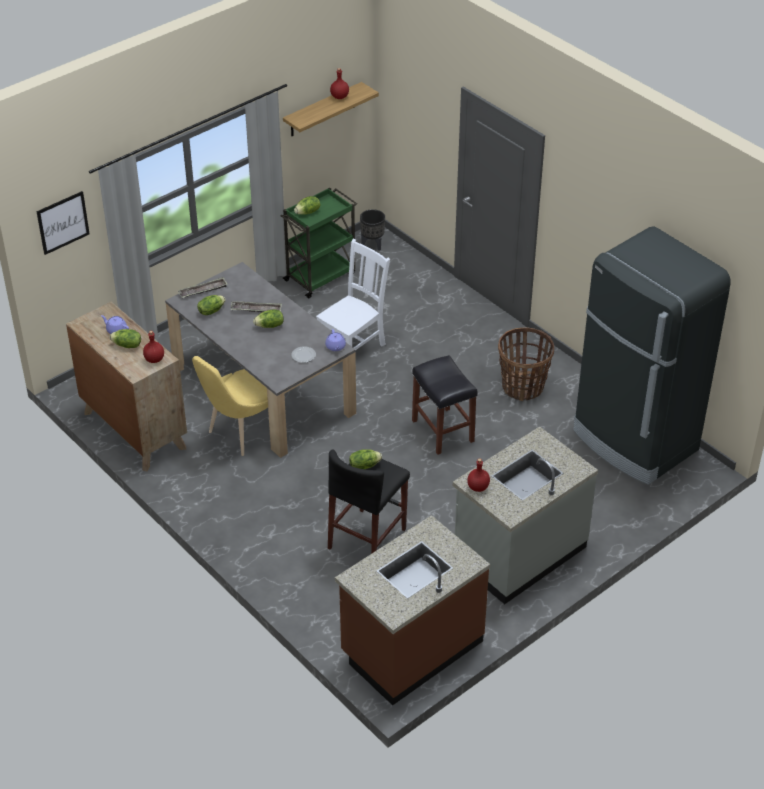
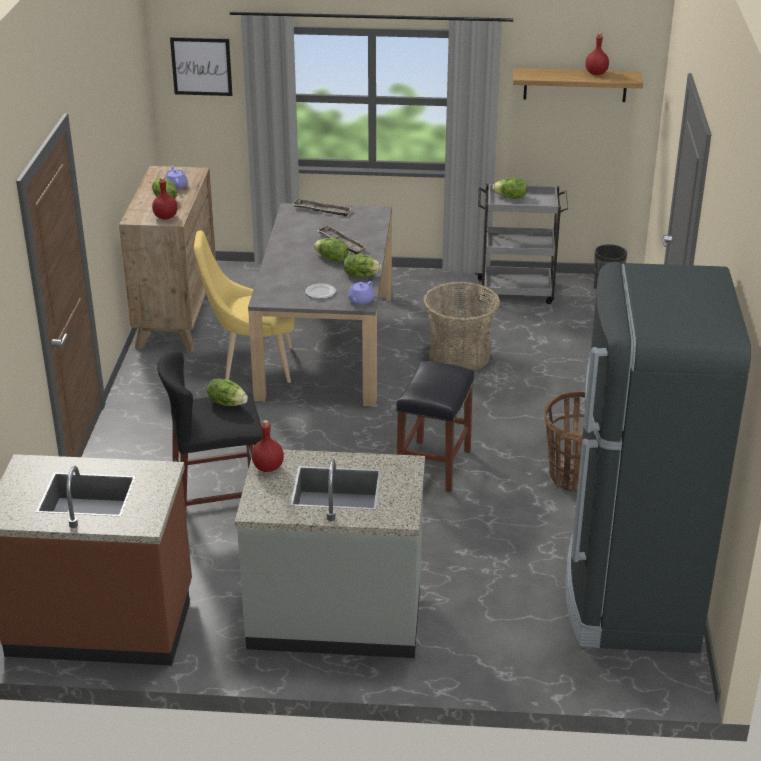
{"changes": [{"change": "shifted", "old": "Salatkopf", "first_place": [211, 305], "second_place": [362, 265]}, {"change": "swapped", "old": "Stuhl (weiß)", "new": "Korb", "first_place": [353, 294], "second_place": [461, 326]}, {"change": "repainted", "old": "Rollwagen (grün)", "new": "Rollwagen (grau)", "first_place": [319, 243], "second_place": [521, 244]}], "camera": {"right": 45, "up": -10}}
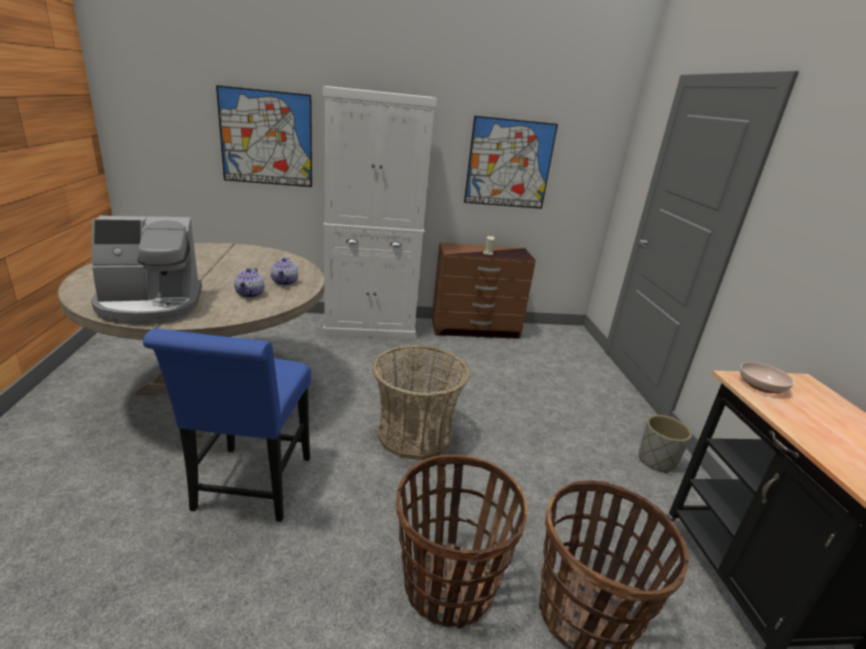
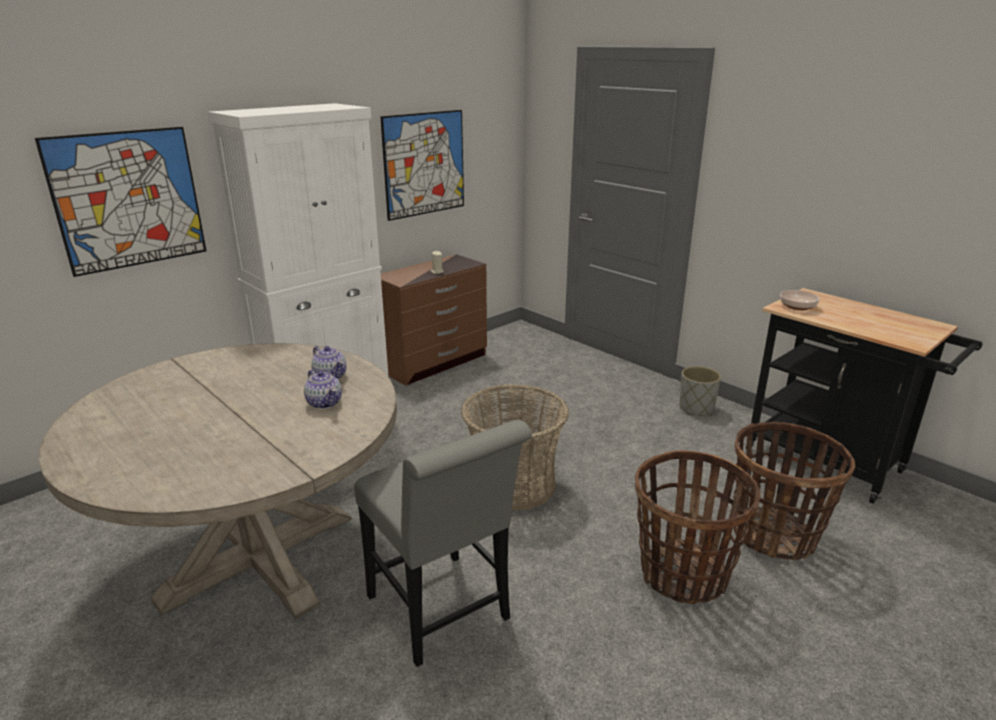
{"changes": [{"change": "repainted", "old": "Stuhl (blau)", "new": "Stuhl (grau)", "first_place": [227, 425], "second_place": [443, 543]}, {"change": "gone", "old": "Kaffeemaschine", "first_place": [146, 270]}], "camera": {"right": -35, "up": 0}}
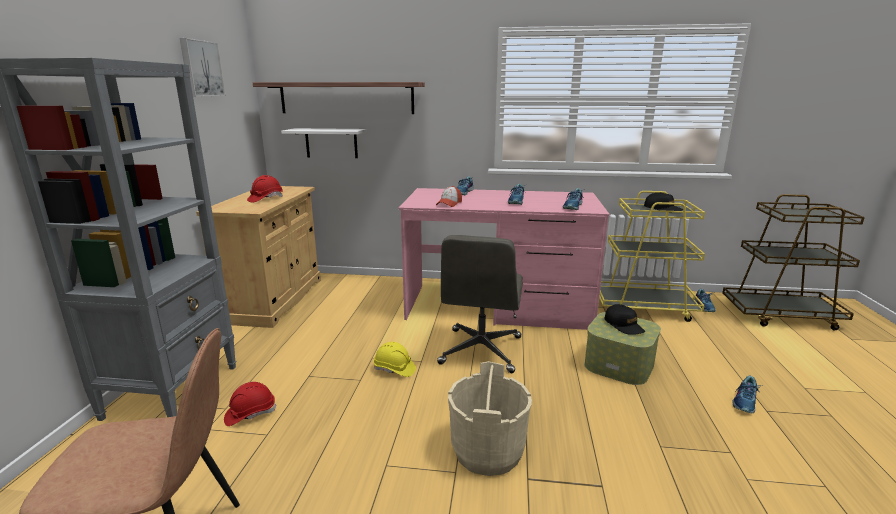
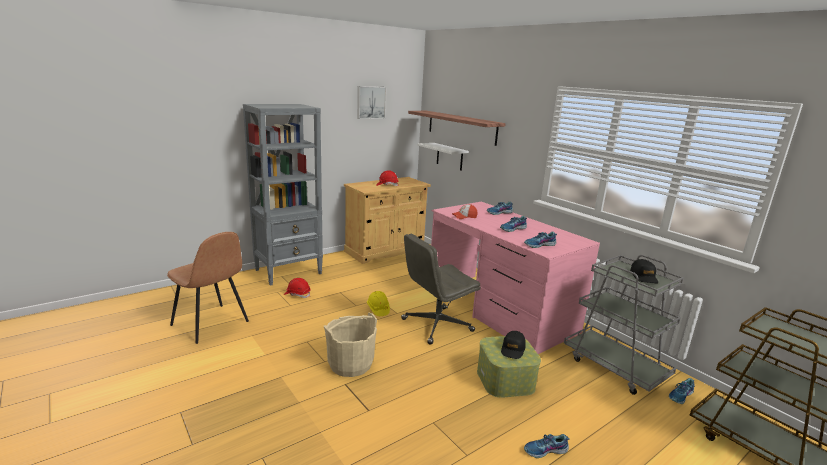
{"changes": [{"change": "repainted", "old": "Rollwagen (gelb)", "new": "Rollwagen (grau)", "first_place": [652, 256], "second_place": [624, 325]}], "camera": {"right": 45, "up": 0}}
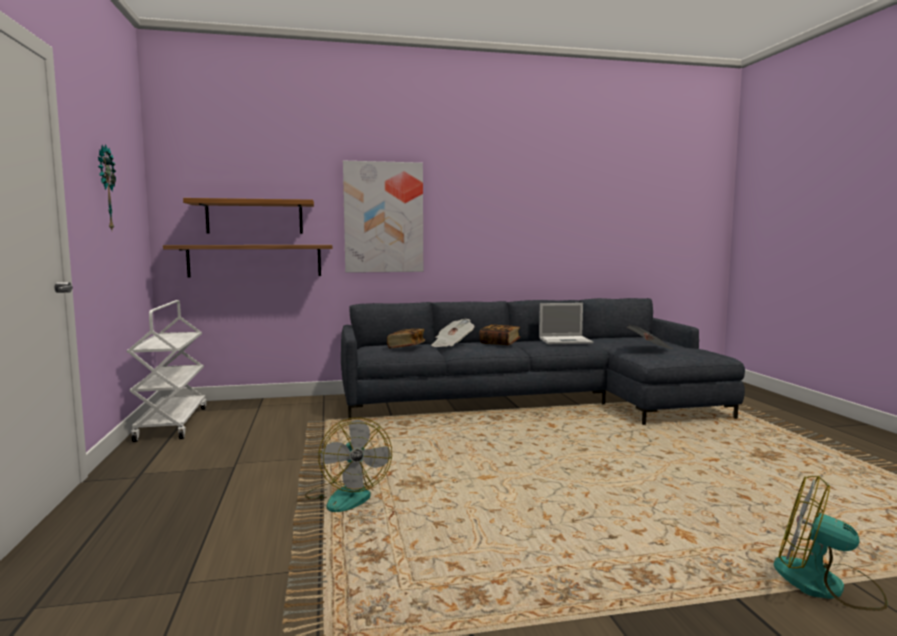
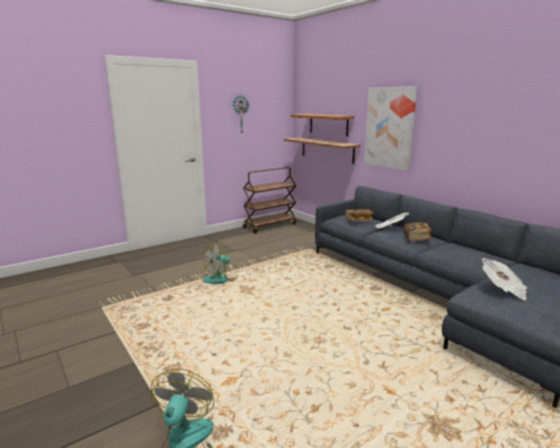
{"changes": [{"change": "repainted", "old": "Rollwagen (weiß)", "new": "Rollwagen (braun)", "first_place": [166, 371], "second_place": [270, 200]}, {"change": "gone", "old": "Laptop", "first_place": [566, 323]}], "camera": {"right": 65, "up": 10}}
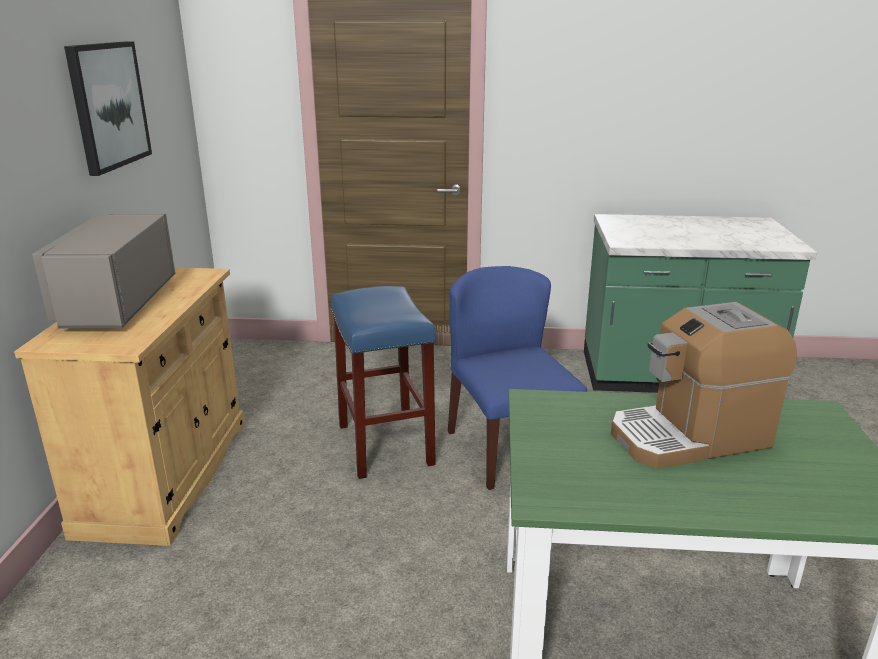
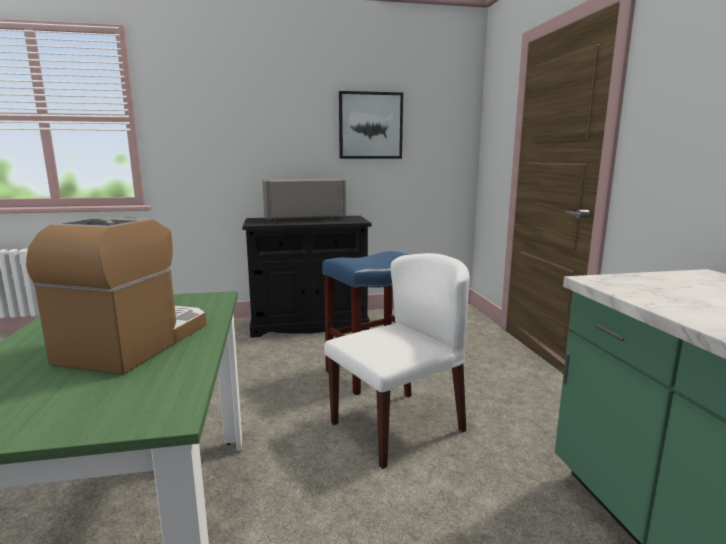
{"changes": [{"change": "rotated", "old": "Kaffeemaschine", "first_place": [704, 385], "second_place": [116, 296], "degrees": 45}, {"change": "repainted", "old": "Schrank (beige)", "new": "Schrank (schwarz)", "first_place": [129, 406], "second_place": [306, 277]}, {"change": "repainted", "old": "Stuhl (blau)", "new": "Stuhl (weiß)", "first_place": [517, 378], "second_place": [397, 361]}], "camera": {"right": 75, "up": -10}}
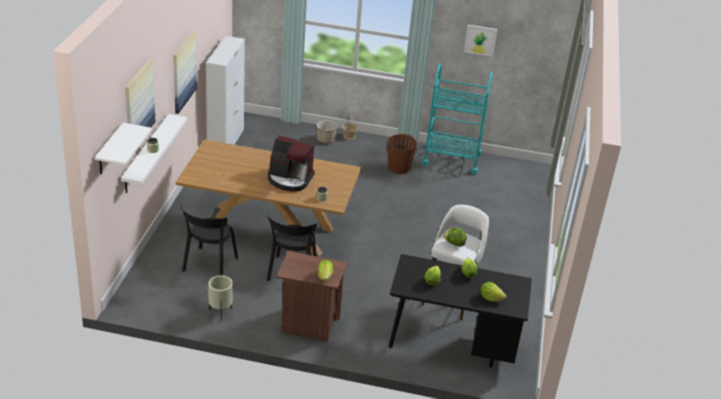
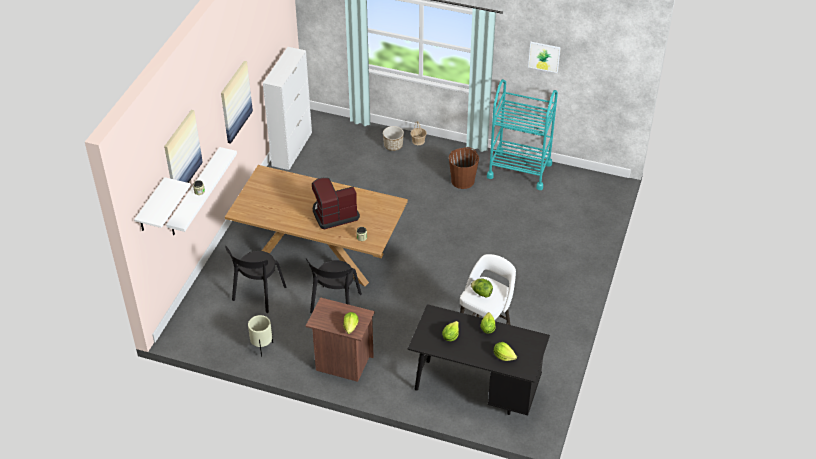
{"changes": [{"change": "rotated", "old": "Kaffeemaschine", "first_place": [291, 164], "second_place": [336, 204], "degrees": 135}], "camera": {"right": 10, "up": 10}}
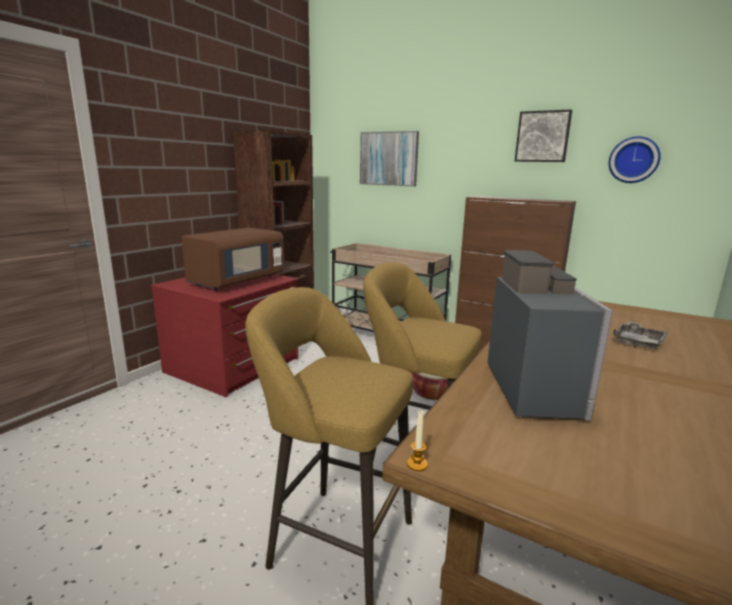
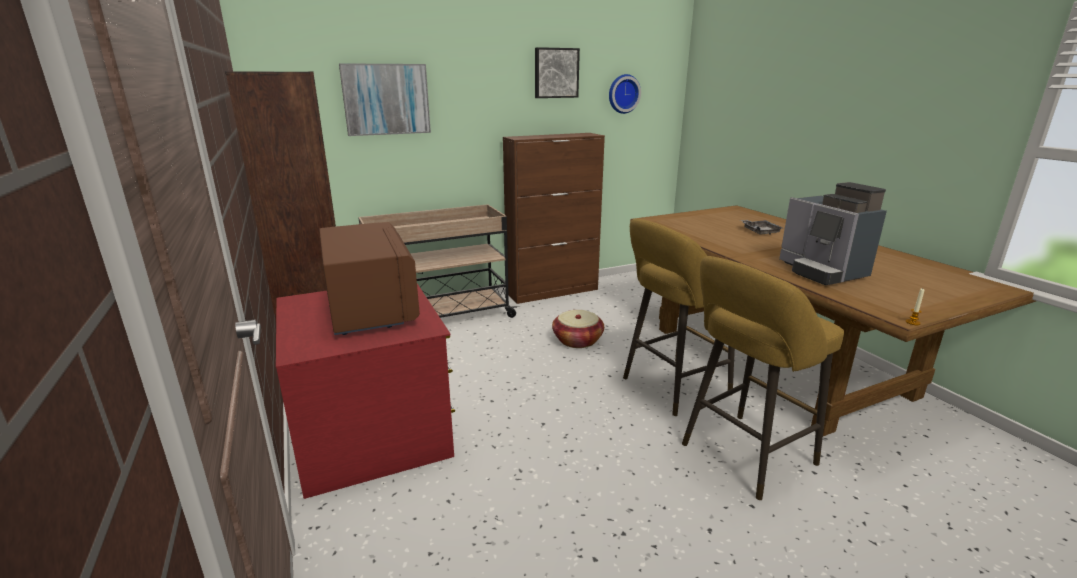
{"changes": [{"change": "rotated", "old": "Kaffeemaschine", "first_place": [550, 335], "second_place": [833, 233], "degrees": -150}], "camera": {"right": -55, "up": 5}}
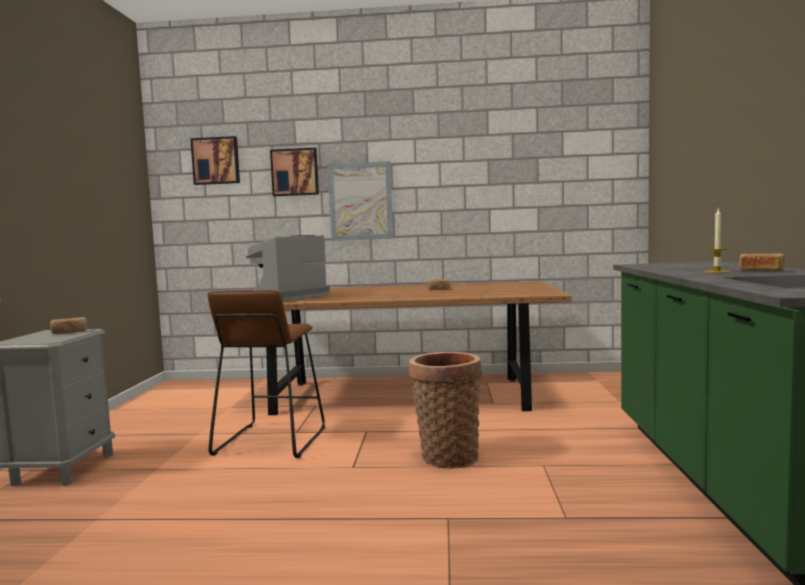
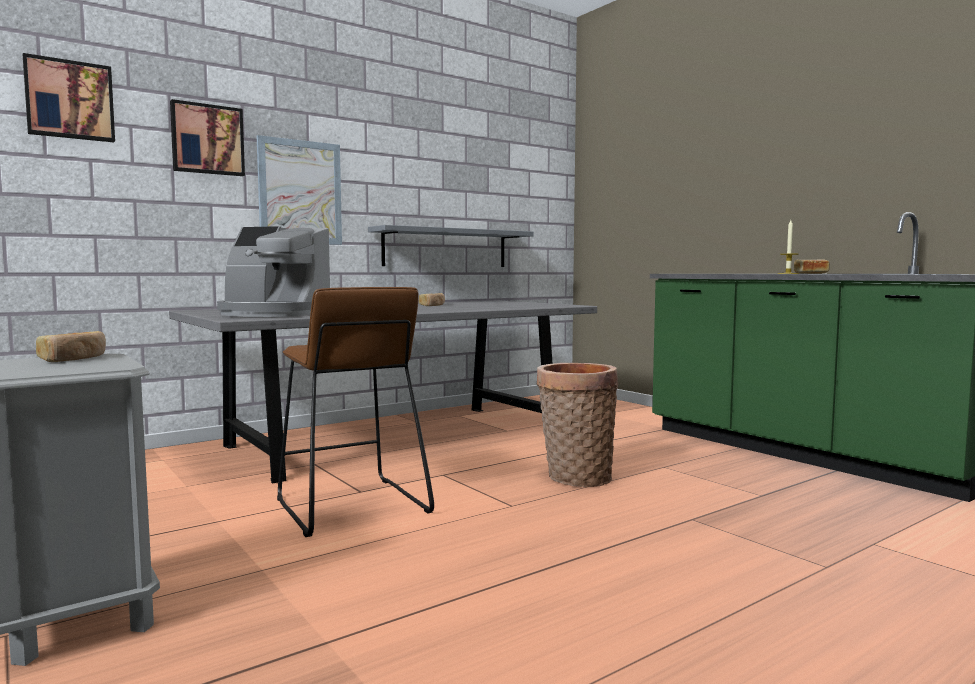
{"changes": [{"change": "repainted", "old": "Esstisch (braun)", "new": "Esstisch (grau)", "first_place": [418, 348], "second_place": [383, 392]}, {"change": "rotated", "old": "Kaffeemaschine", "first_place": [288, 268], "second_place": [273, 271], "degrees": -75}, {"change": "new", "new": "Wandregal (grau)", "second_place": [451, 246]}], "camera": {"right": -40, "up": 0}}
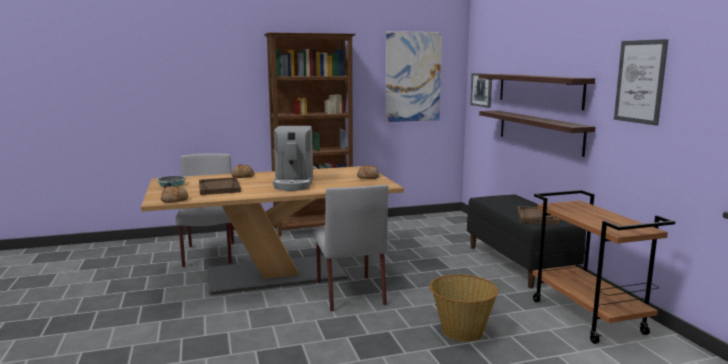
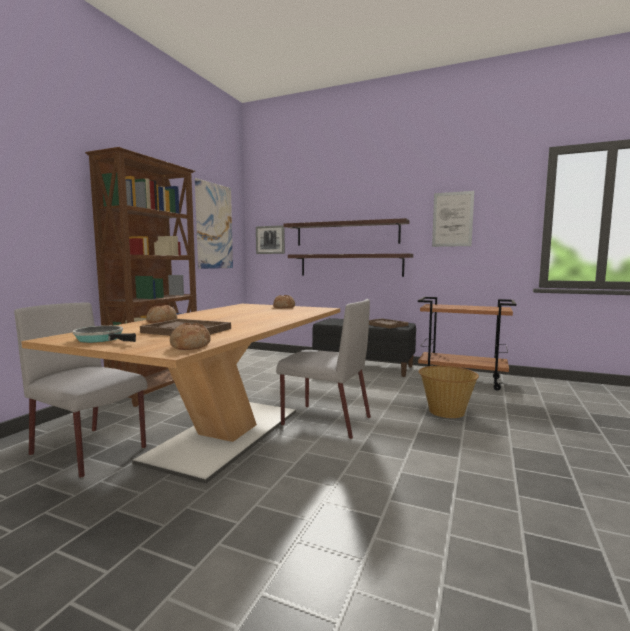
{"changes": [{"change": "gone", "old": "Kaffeemaschine", "first_place": [293, 158]}], "camera": {"right": -50, "up": -5}}
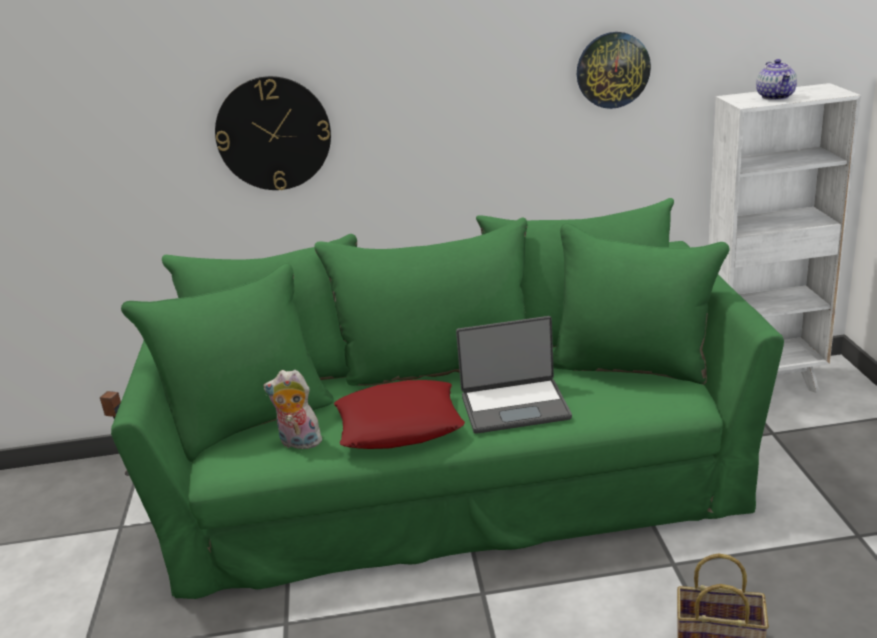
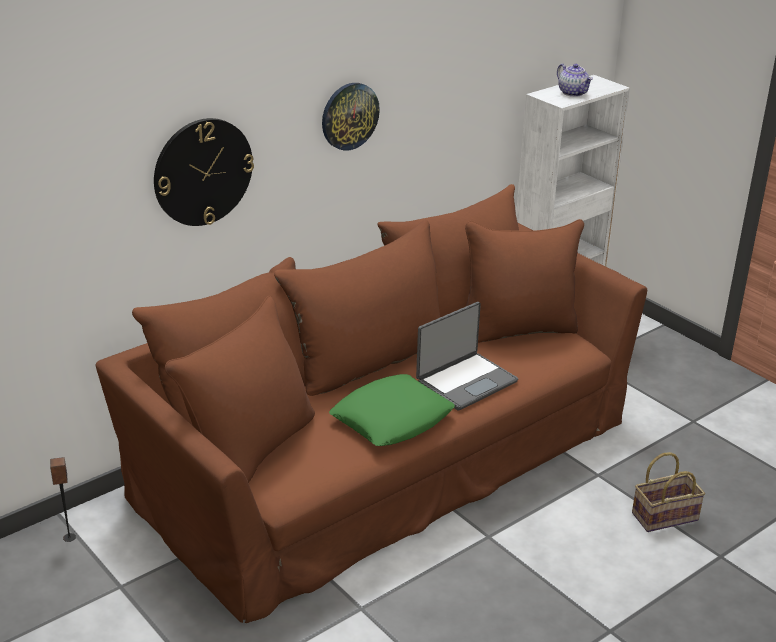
{"changes": [{"change": "repainted", "old": "Sofa (grün)", "new": "Sofa (braun)", "first_place": [447, 398], "second_place": [371, 403]}, {"change": "shifted", "old": "Wanduhr", "first_place": [614, 70], "second_place": [351, 117]}, {"change": "repainted", "old": "Kissen (rot)", "new": "Kissen (grün)", "first_place": [399, 414], "second_place": [392, 410]}, {"change": "gone", "old": "Plüschtier", "first_place": [292, 409]}], "camera": {"right": -35, "up": 5}}
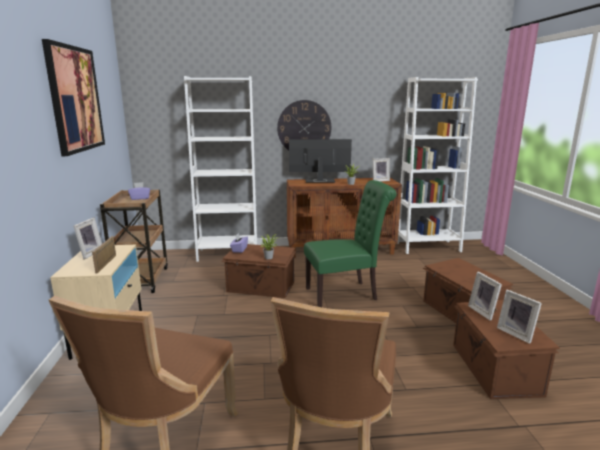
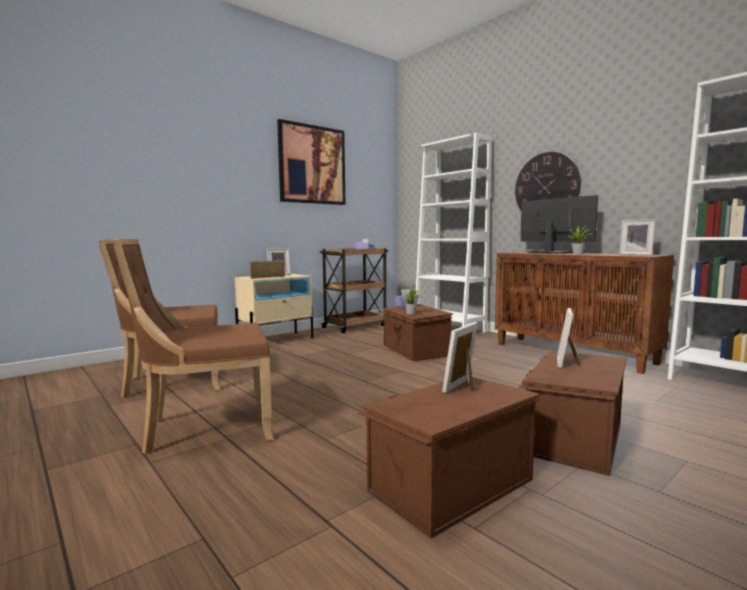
{"changes": [{"change": "shifted", "old": "Bilderrahmen", "first_place": [519, 317], "second_place": [568, 338]}, {"change": "gone", "old": "Stuhl (grün)", "first_place": [350, 243]}], "camera": {"right": 55, "up": -10}}
